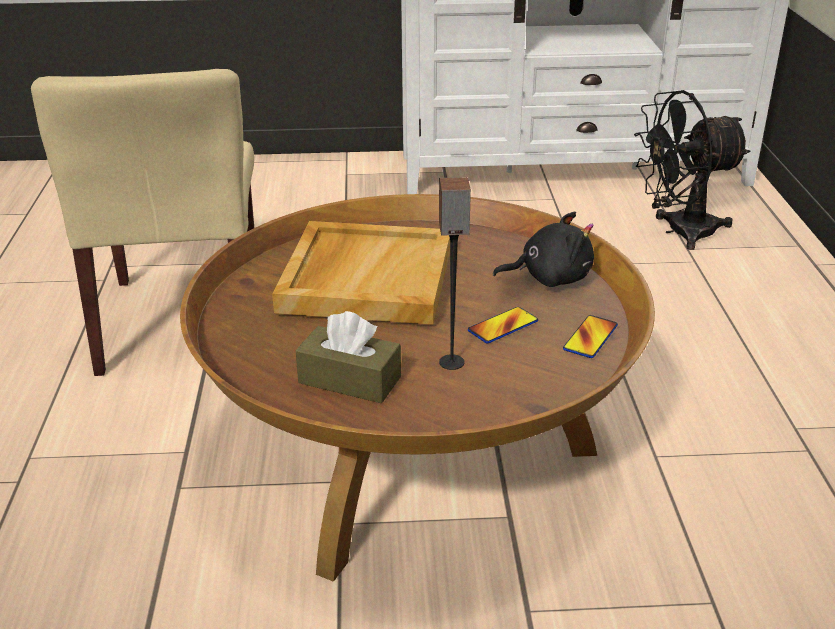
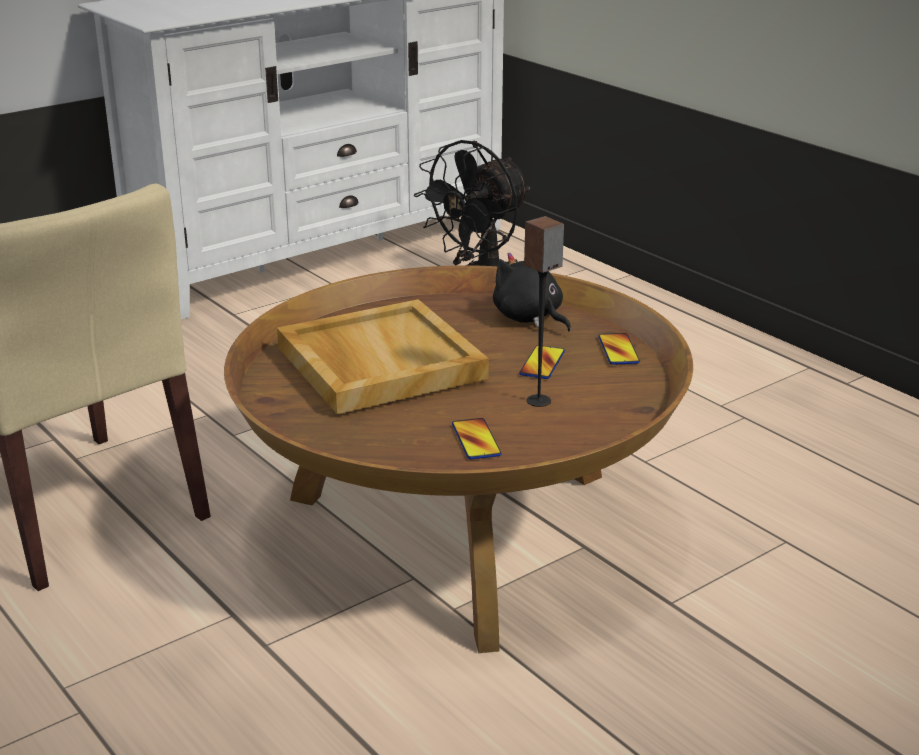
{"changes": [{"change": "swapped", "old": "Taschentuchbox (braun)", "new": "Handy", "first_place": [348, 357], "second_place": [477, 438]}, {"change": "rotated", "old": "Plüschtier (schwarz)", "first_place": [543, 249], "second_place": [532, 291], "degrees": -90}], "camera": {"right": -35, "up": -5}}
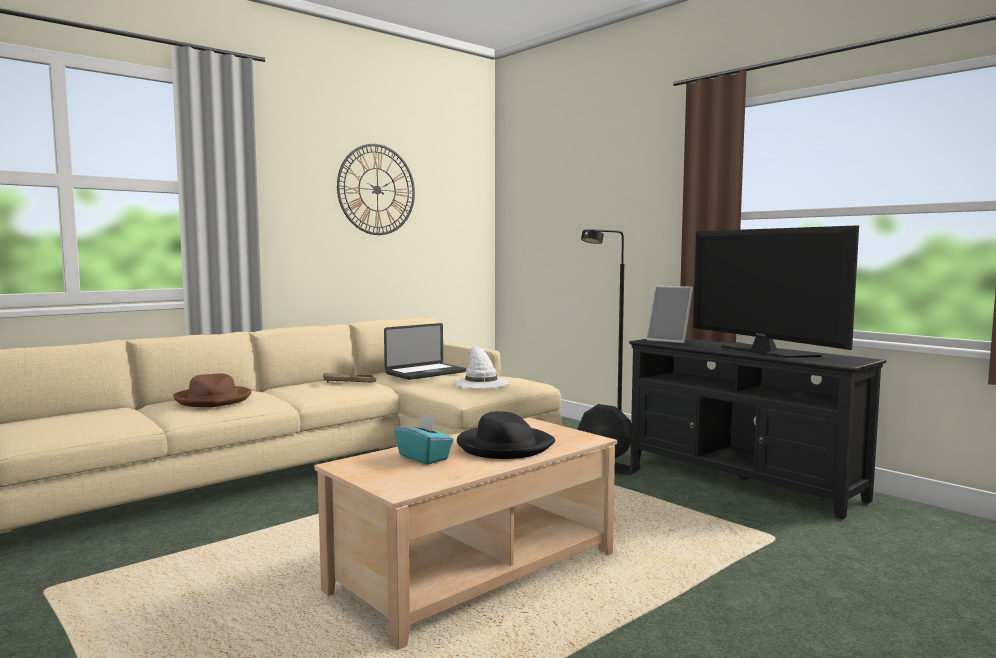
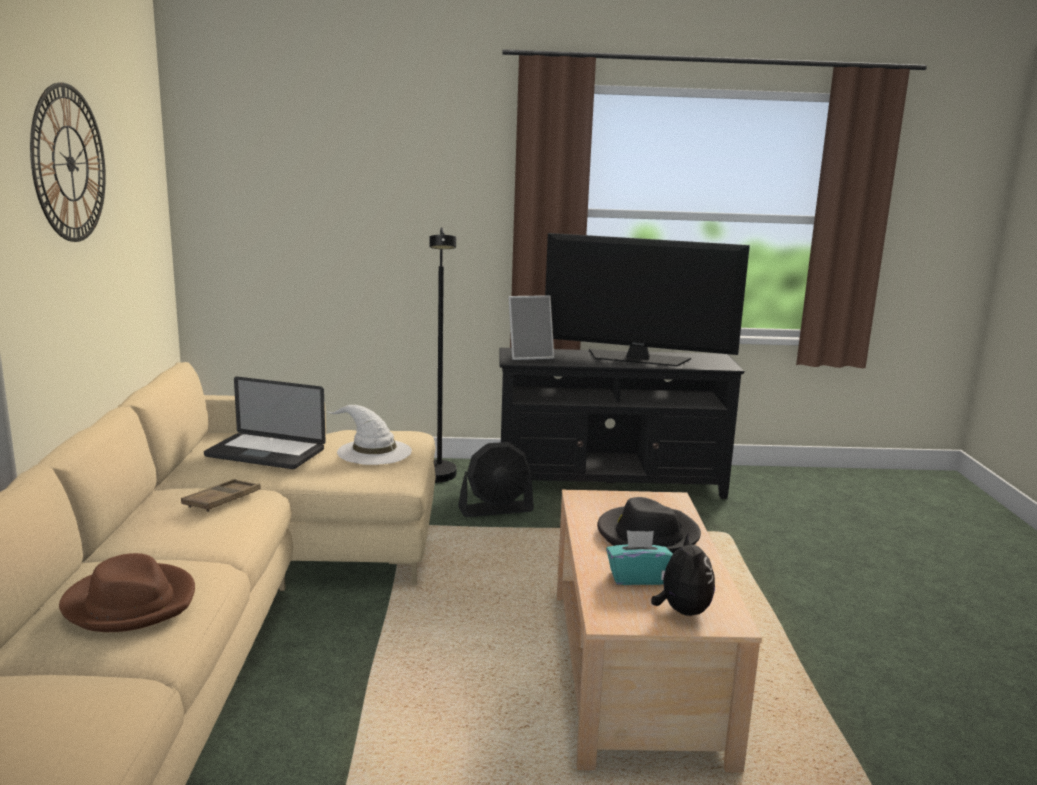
{"changes": [{"change": "rotated", "old": "Laptop", "first_place": [425, 351], "second_place": [265, 423], "degrees": 105}, {"change": "new", "new": "Plüschtier", "second_place": [683, 574]}], "camera": {"right": -50, "up": 10}}
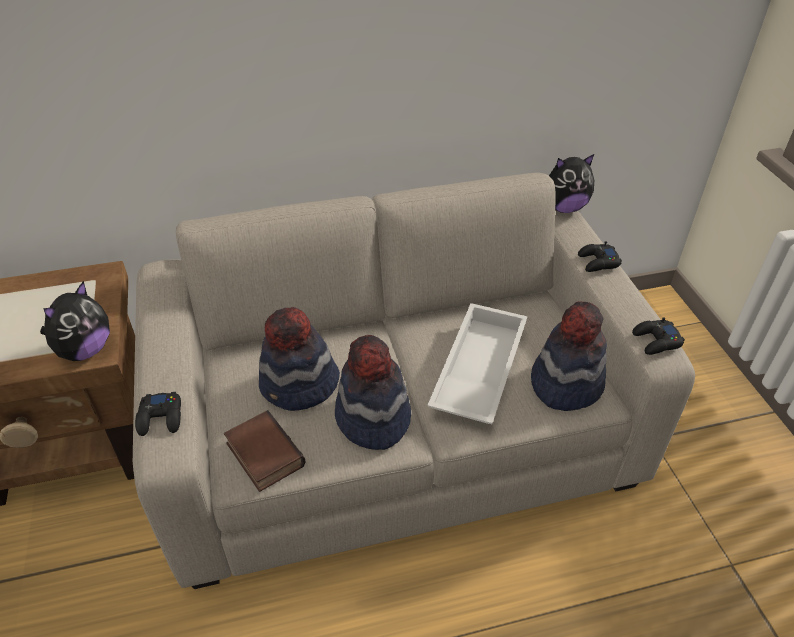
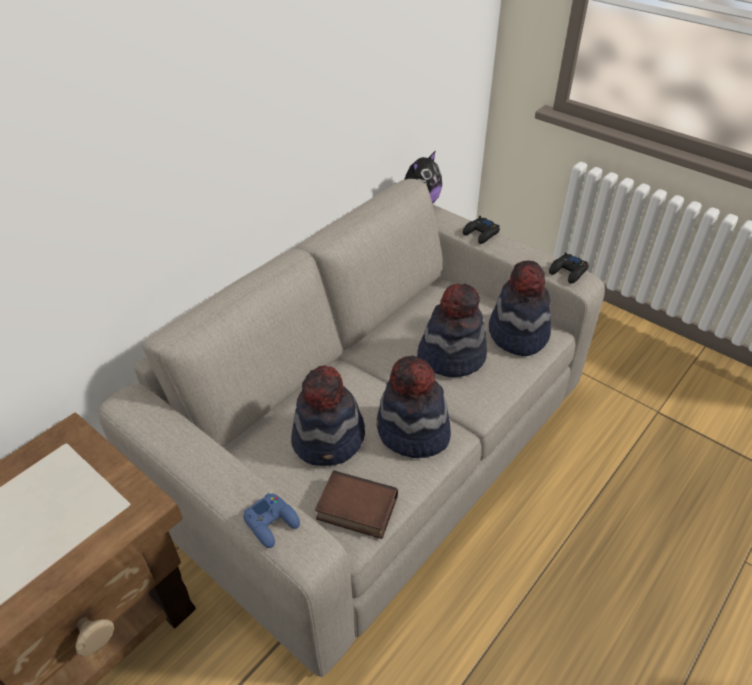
{"changes": [{"change": "repainted", "old": "Gamepad (schwarz)", "new": "Gamepad (blau)", "first_place": [158, 414], "second_place": [271, 520]}, {"change": "swapped", "old": "Tablett (weiß)", "new": "Hut", "first_place": [477, 363], "second_place": [452, 330]}, {"change": "gone", "old": "Plüschtier", "first_place": [75, 321]}], "camera": {"right": -35, "up": 0}}
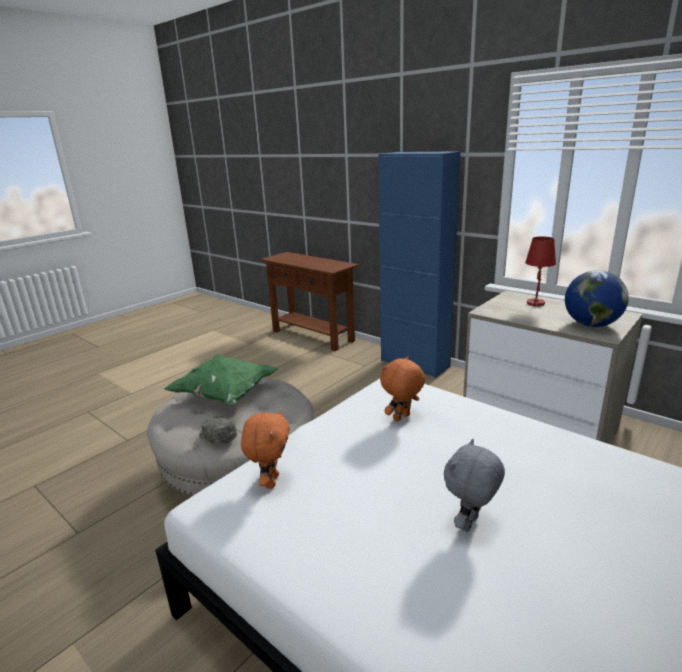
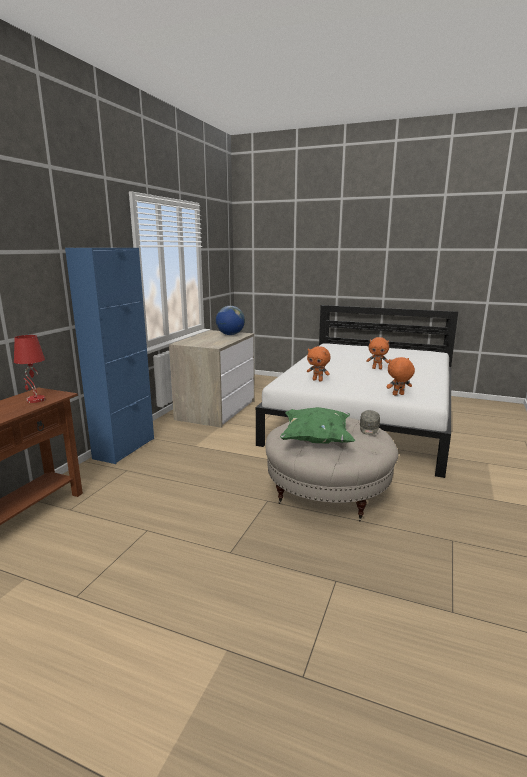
{"changes": [{"change": "shifted", "old": "Tischlampe (rot)", "first_place": [540, 271], "second_place": [29, 369]}, {"change": "repainted", "old": "Plüschtier (grau)", "new": "Plüschtier (orange)", "first_place": [474, 485], "second_place": [377, 353]}], "camera": {"right": -110, "up": -5}}
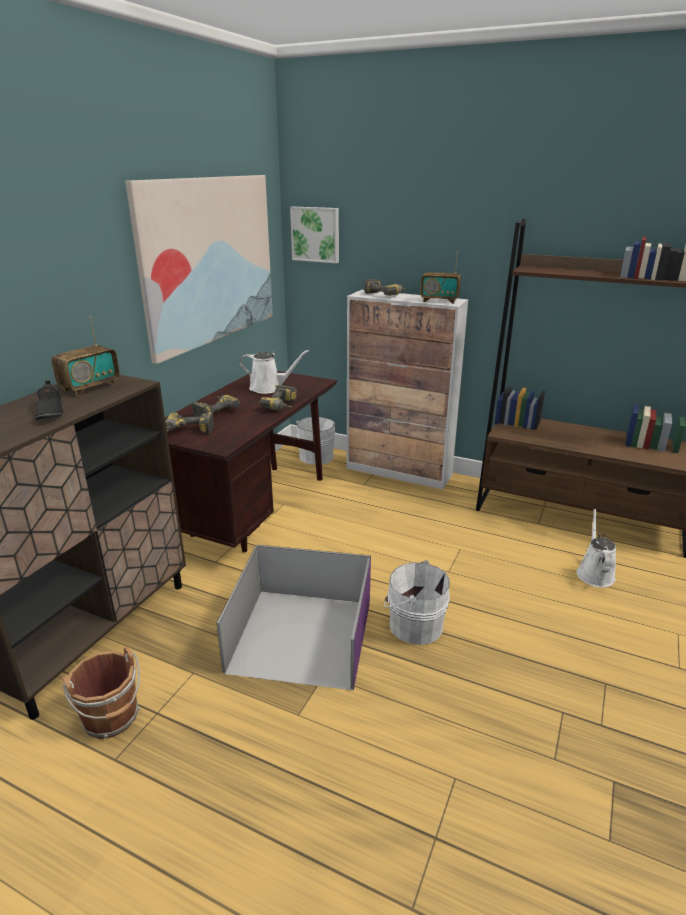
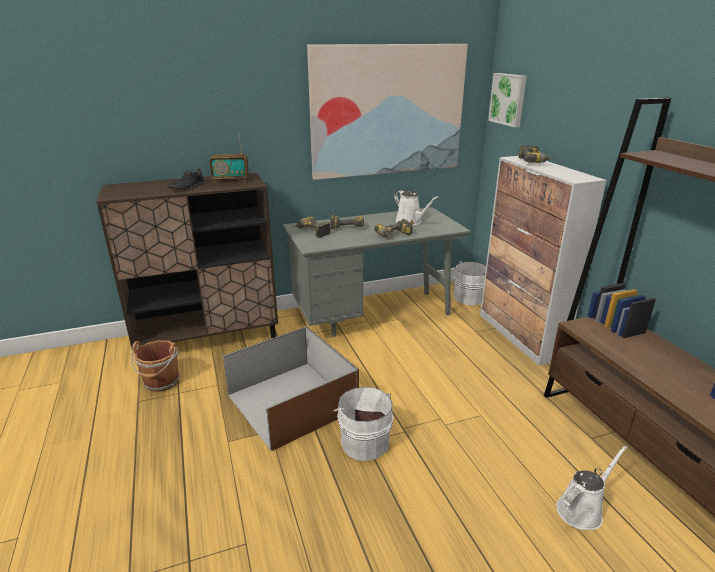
{"changes": [{"change": "repainted", "old": "Aufbewahrungsbox (lila)", "new": "Aufbewahrungsbox (braun)", "first_place": [294, 617], "second_place": [291, 389]}, {"change": "repainted", "old": "Schreibtisch (braun)", "new": "Schreibtisch (grau)", "first_place": [251, 461], "second_place": [377, 272]}, {"change": "gone", "old": "Radio", "first_place": [440, 277]}], "camera": {"right": 45, "up": 0}}
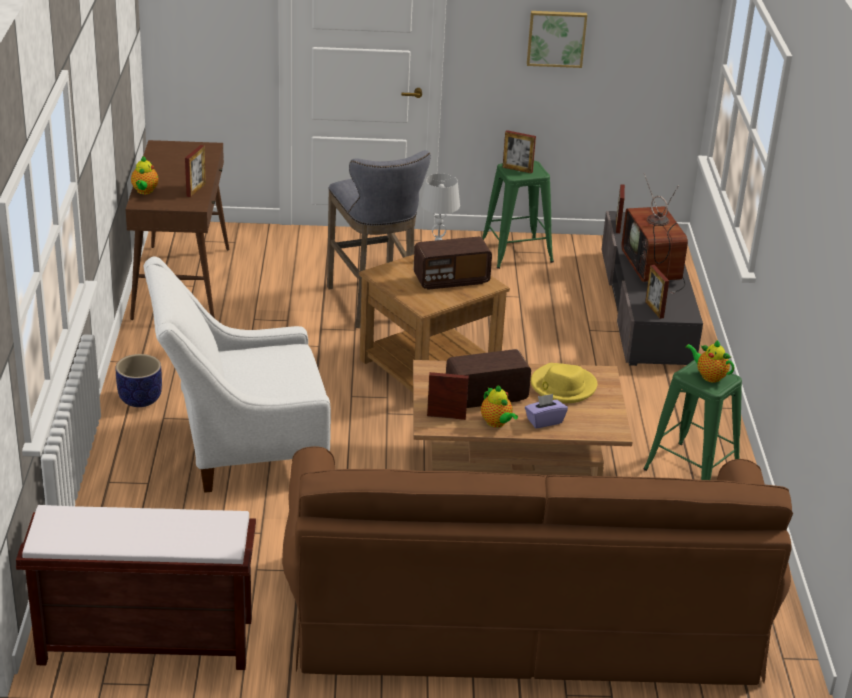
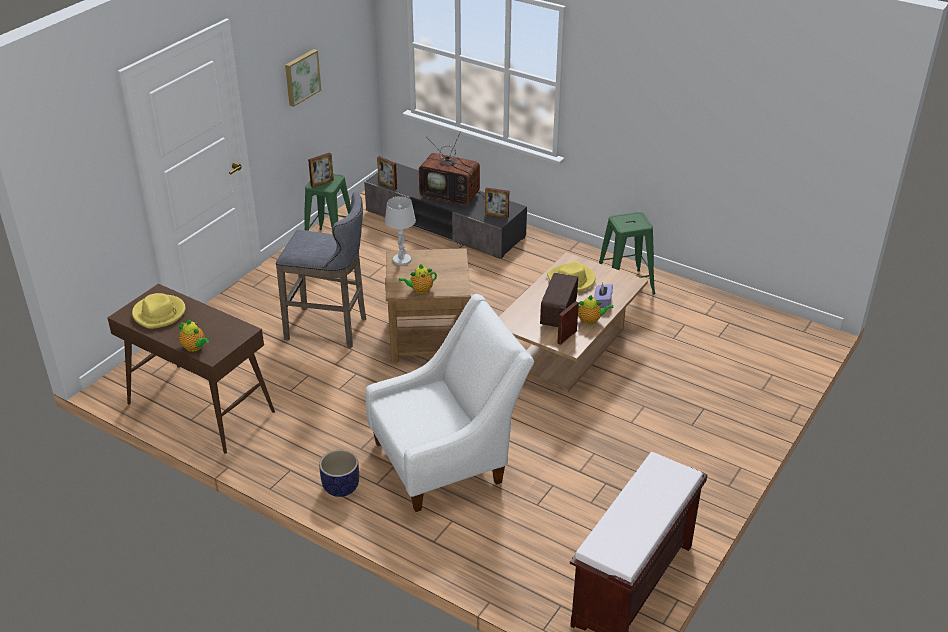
{"changes": [{"change": "new", "new": "Hut (gelb)", "second_place": [159, 311]}, {"change": "rotated", "old": "Sessel (weiß)", "first_place": [237, 374], "second_place": [449, 403], "degrees": -135}, {"change": "shifted", "old": "Teekanne", "first_place": [710, 361], "second_place": [418, 279]}, {"change": "gone", "old": "Bilderrahmen", "first_place": [195, 171]}, {"change": "gone", "old": "Sofa (braun)", "first_place": [537, 565]}, {"change": "gone", "old": "Radio", "first_place": [453, 263]}], "camera": {"right": -55, "up": 5}}
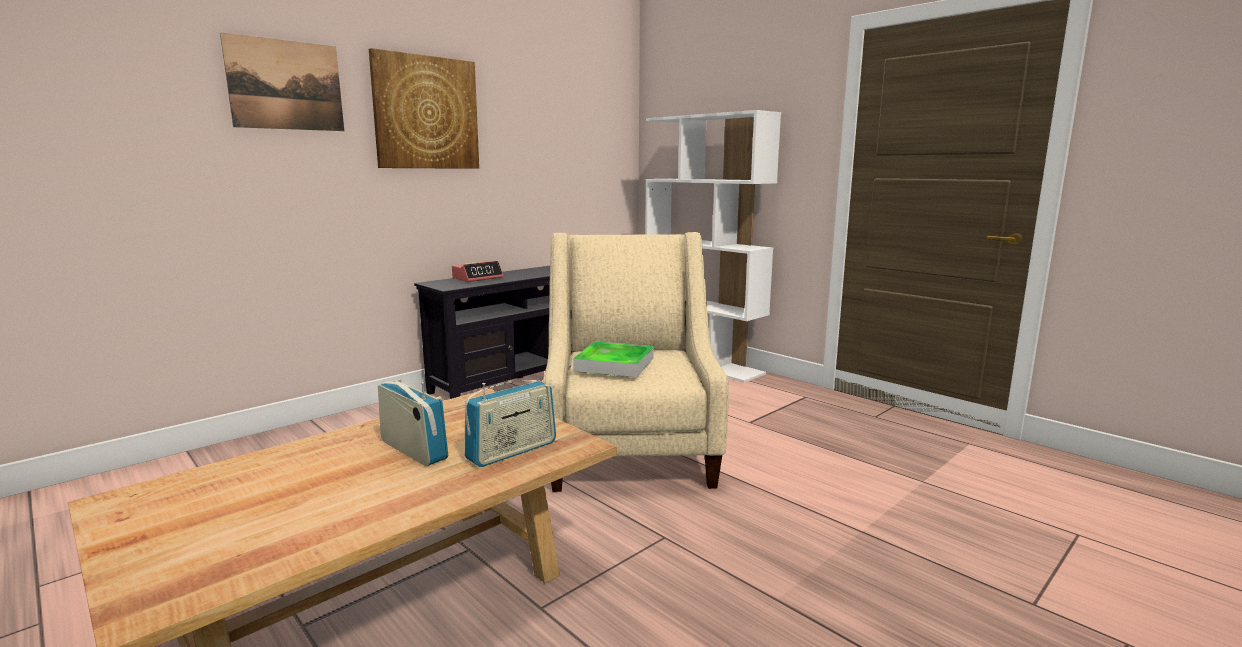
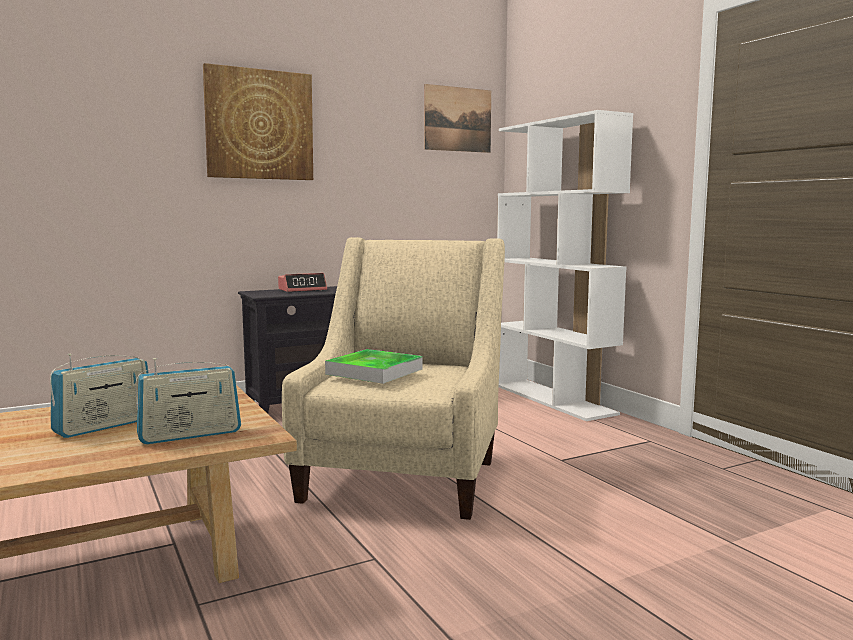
{"changes": [{"change": "rotated", "old": "Radio", "first_place": [413, 422], "second_place": [99, 396], "degrees": 75}, {"change": "shifted", "old": "Bild", "first_place": [282, 81], "second_place": [457, 118]}], "camera": {"right": 15, "up": -5}}
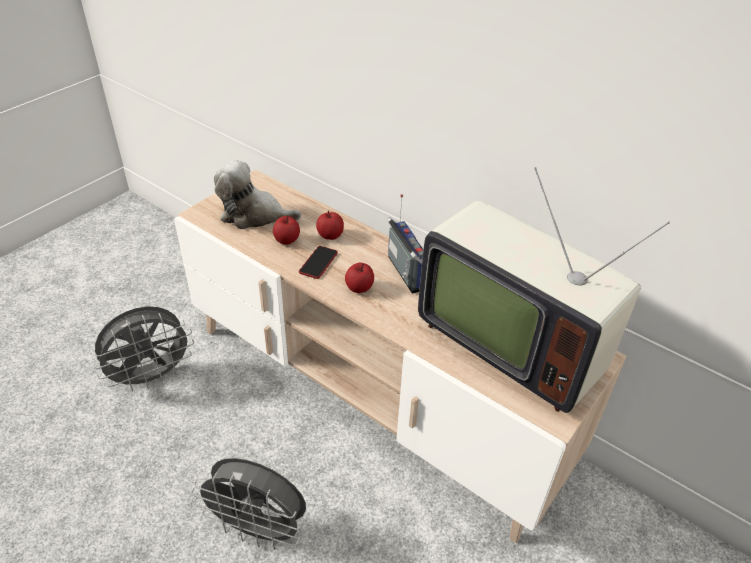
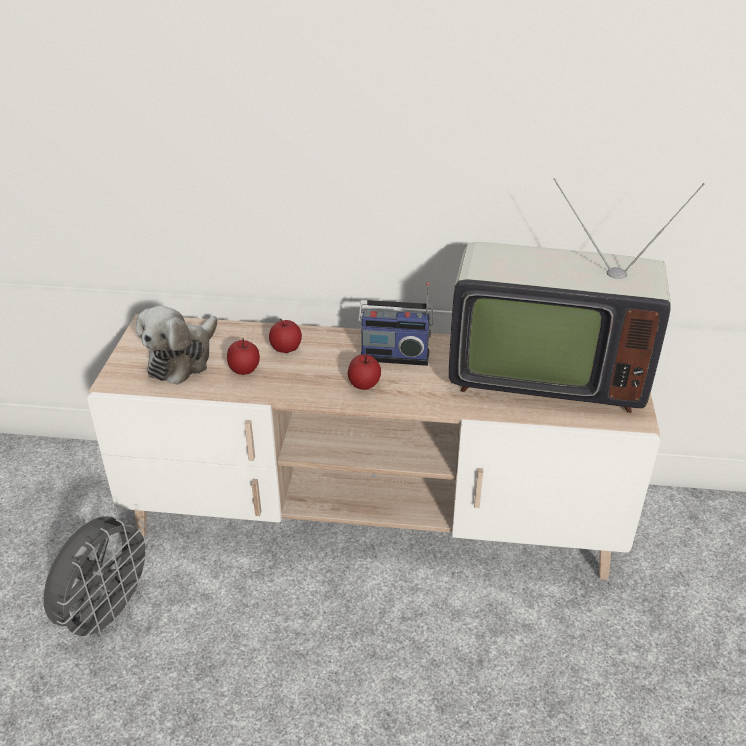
{"changes": [{"change": "rotated", "old": "Plüschtier", "first_place": [257, 194], "second_place": [177, 345], "degrees": -45}, {"change": "rotated", "old": "Radio", "first_place": [405, 244], "second_place": [395, 324], "degrees": 150}, {"change": "gone", "old": "Ventilator (grau)", "first_place": [248, 504]}, {"change": "gone", "old": "Handy", "first_place": [318, 262]}], "camera": {"right": -30, "up": -5}}
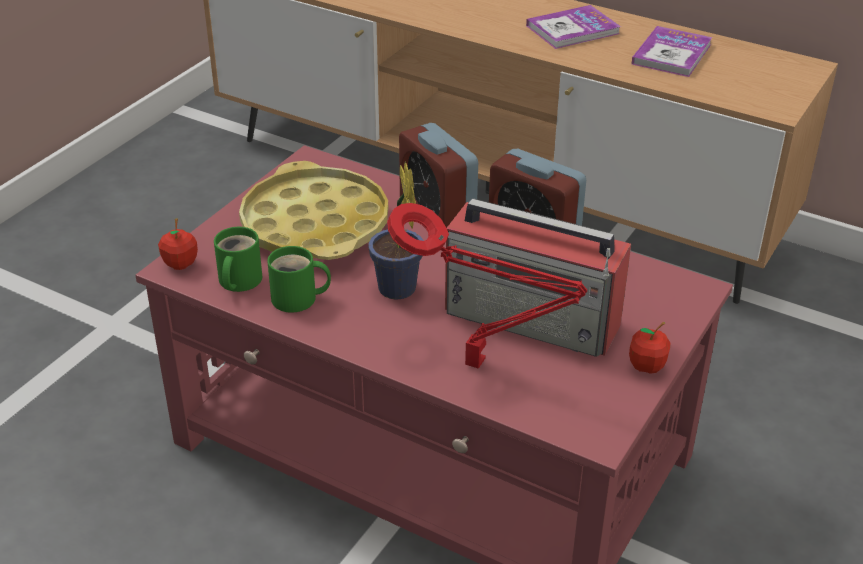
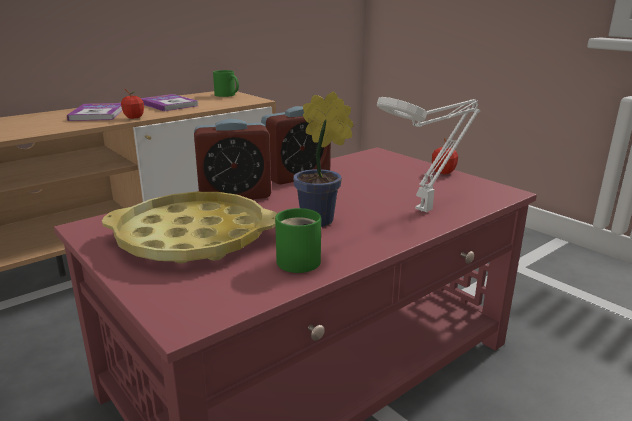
{"changes": [{"change": "shifted", "old": "Apfel", "first_place": [178, 244], "second_place": [132, 104]}, {"change": "shifted", "old": "Henkelbecher (grün)", "first_place": [238, 259], "second_place": [226, 83]}, {"change": "repainted", "old": "Tischlampe (rot)", "new": "Tischlampe (weiß)", "first_place": [487, 286], "second_place": [428, 154]}, {"change": "gone", "old": "Radio", "first_place": [538, 277]}], "camera": {"right": -70, "up": -15}}
